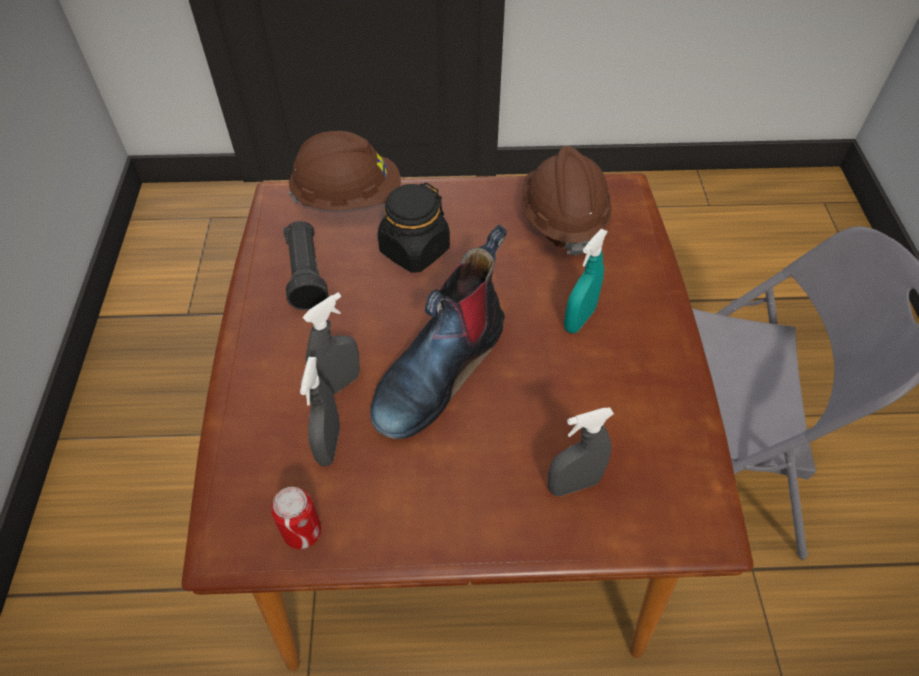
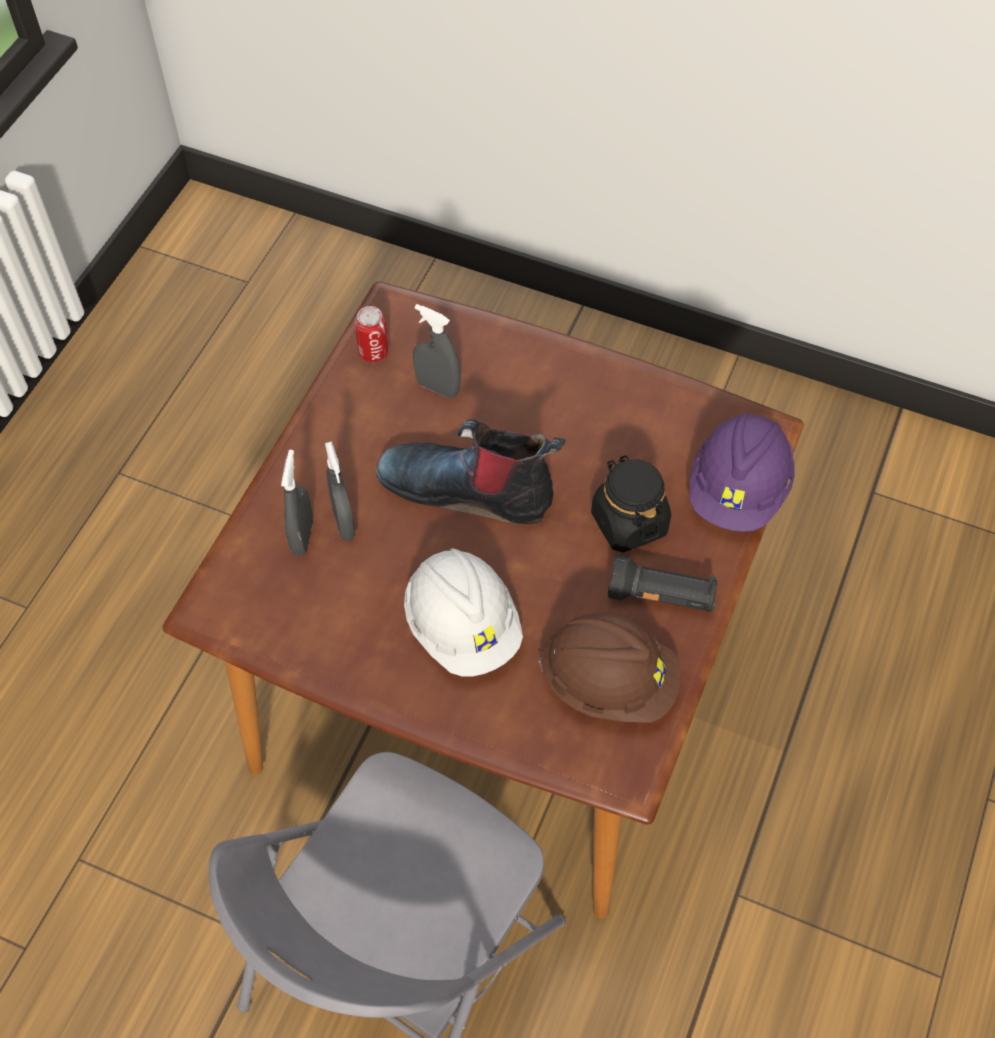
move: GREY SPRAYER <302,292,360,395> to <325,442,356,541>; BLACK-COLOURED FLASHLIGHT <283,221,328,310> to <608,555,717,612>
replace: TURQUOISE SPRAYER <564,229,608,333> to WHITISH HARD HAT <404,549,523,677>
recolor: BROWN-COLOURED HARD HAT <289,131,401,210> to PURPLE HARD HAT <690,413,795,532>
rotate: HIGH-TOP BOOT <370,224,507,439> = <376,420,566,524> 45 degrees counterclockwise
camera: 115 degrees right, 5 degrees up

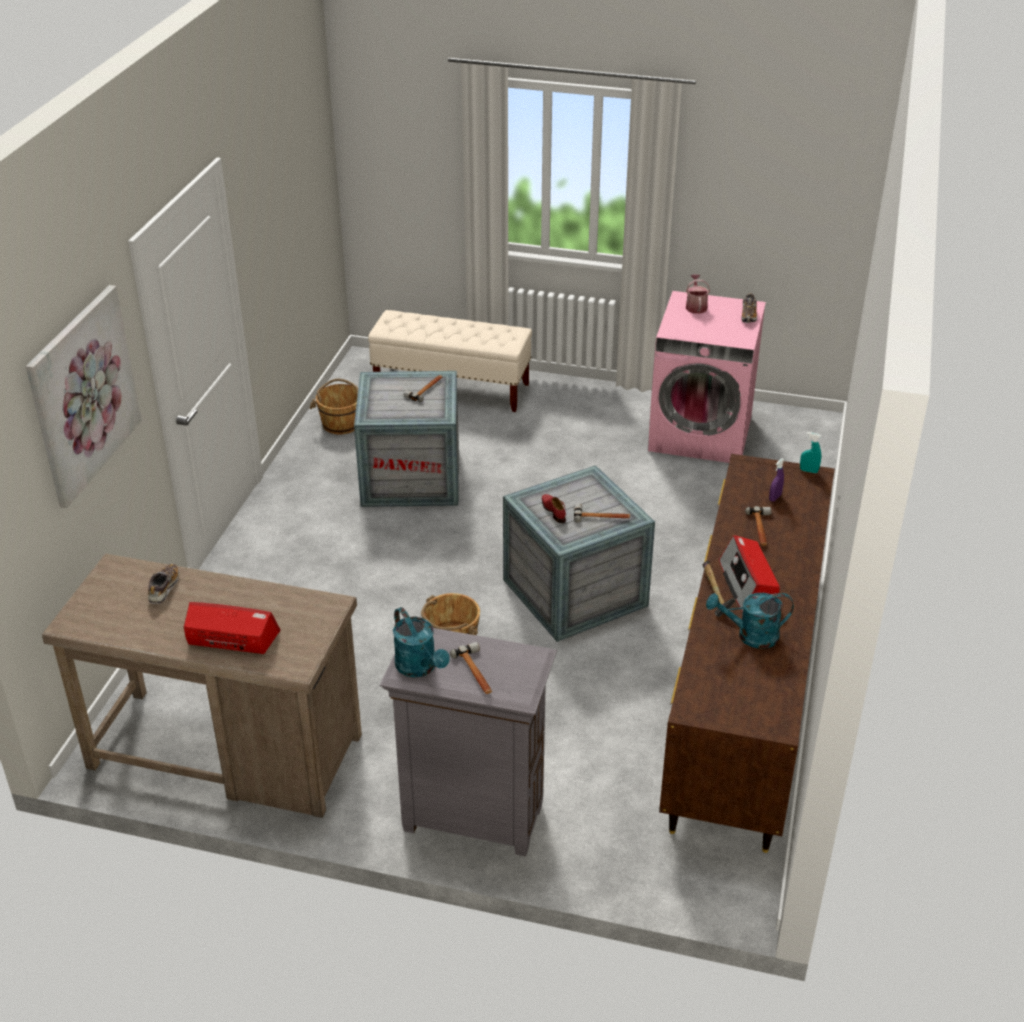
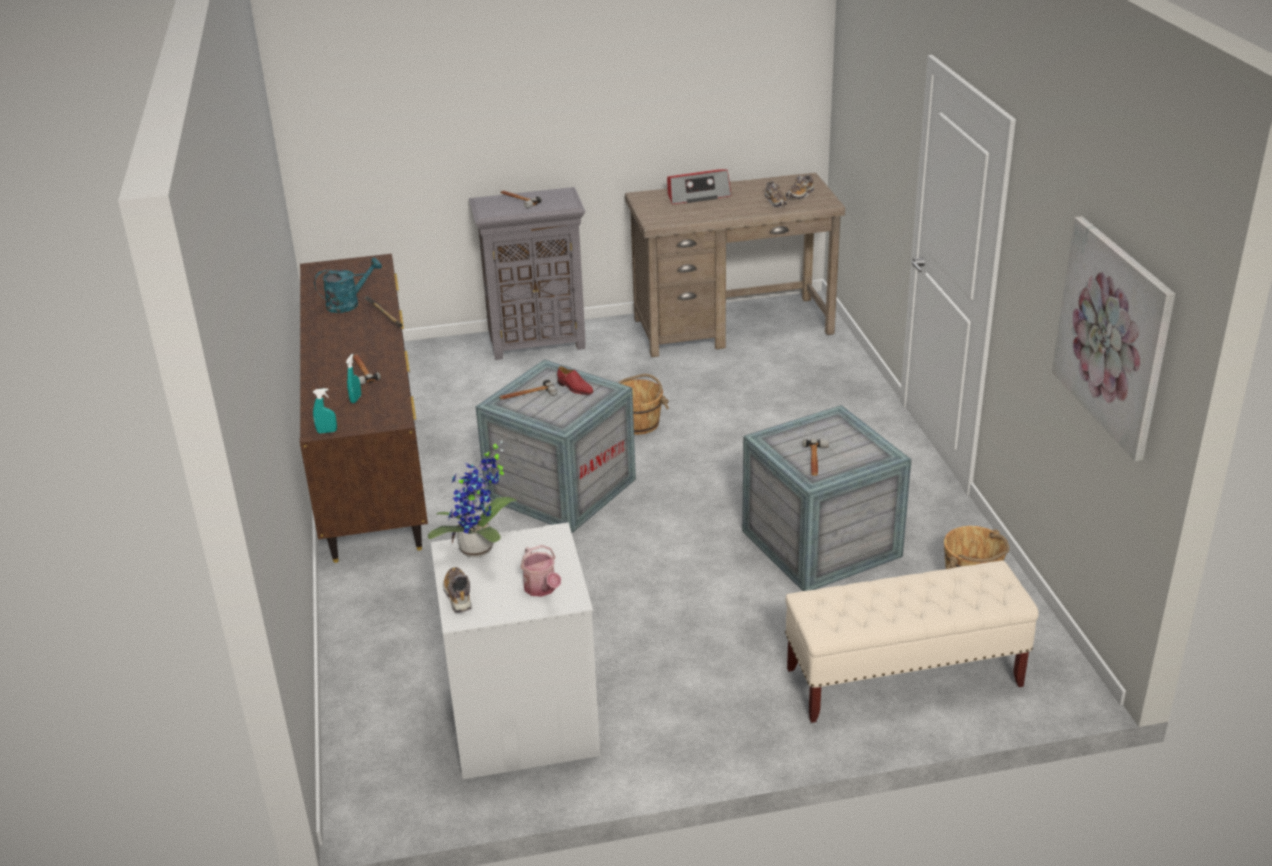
delete: TURQUOISE SPRINKLING CAN <393,607,450,677>; RADIO SET <719,535,780,613>
insert: HOUSEPLANT <428,441,517,557>; ITEM OF FOOTWEAR <786,174,814,199>
move: WALL ART <26,285,142,508> to <1052,216,1175,461>
recolor: PURPLE SPRAYER <769,458,785,502> to TURQUOISE SPRAYER <346,354,361,403>; PINK-COLOURED LAUNDRY MACHINE <648,291,766,463> to WHITISH LAUNDRY MACHINE <431,522,601,779>
camera: 155 degrees right, 5 degrees down

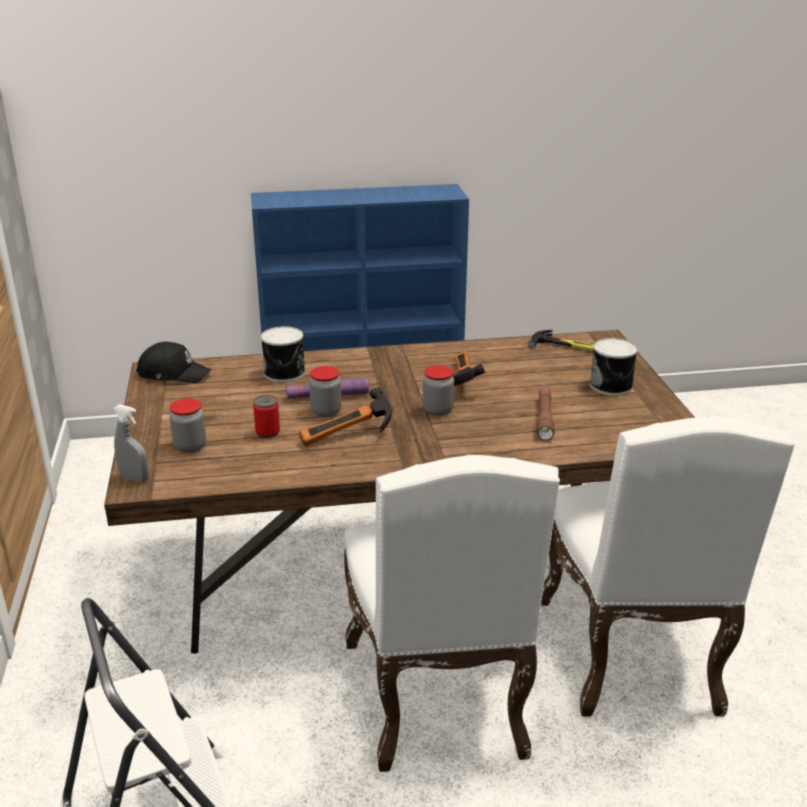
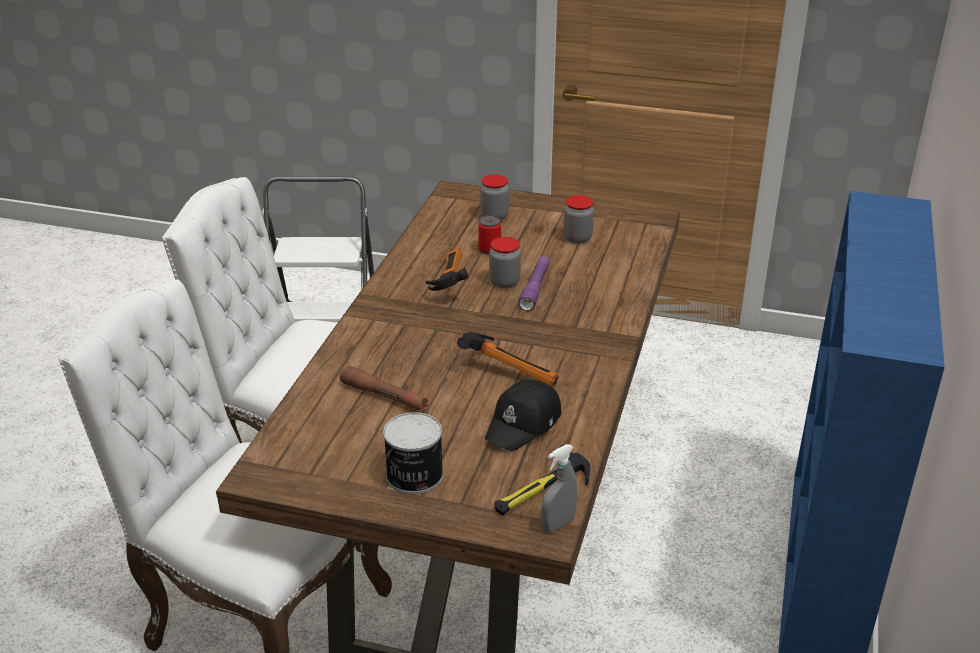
delete: CAN <261,326,305,382>
move: BLACK-COLOURED PEAKED CAP <136,342,212,383> to <484,379,561,451>; GREY SPRAYER <113,404,149,482> to <541,444,577,533>; PRESERVE JAR <423,365,454,416> to <564,195,594,244>
camera: 115 degrees right, 5 degrees up

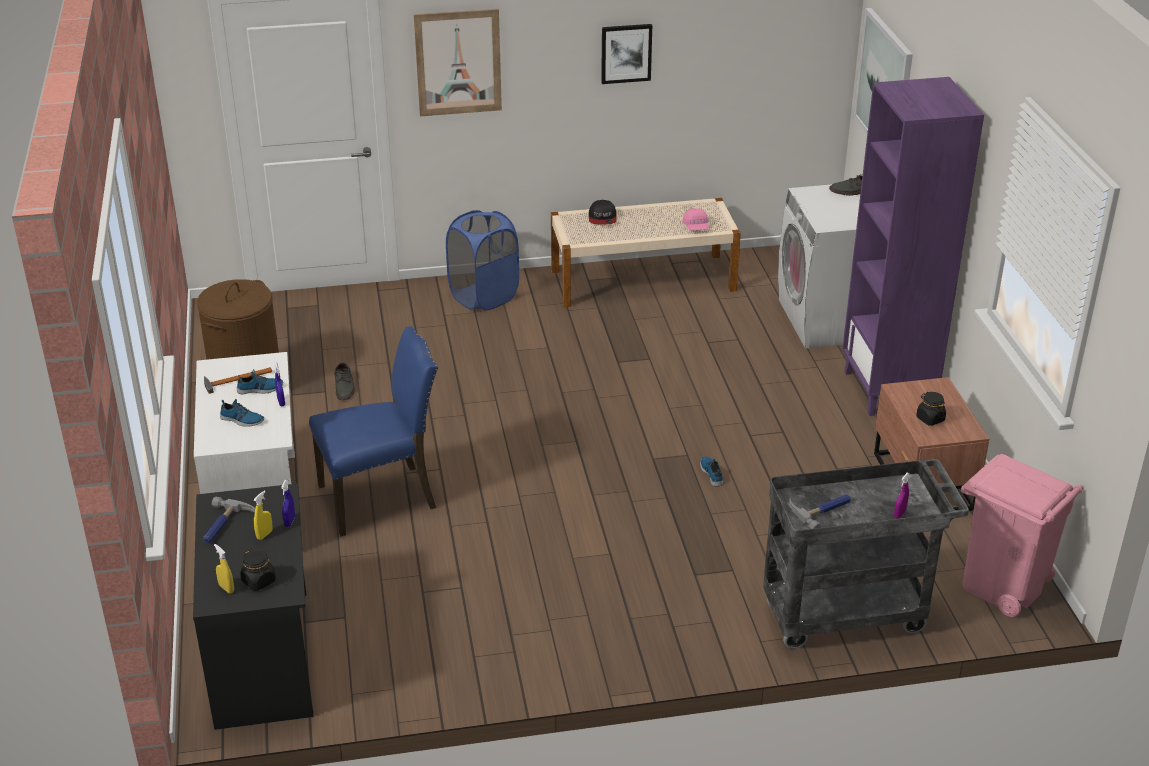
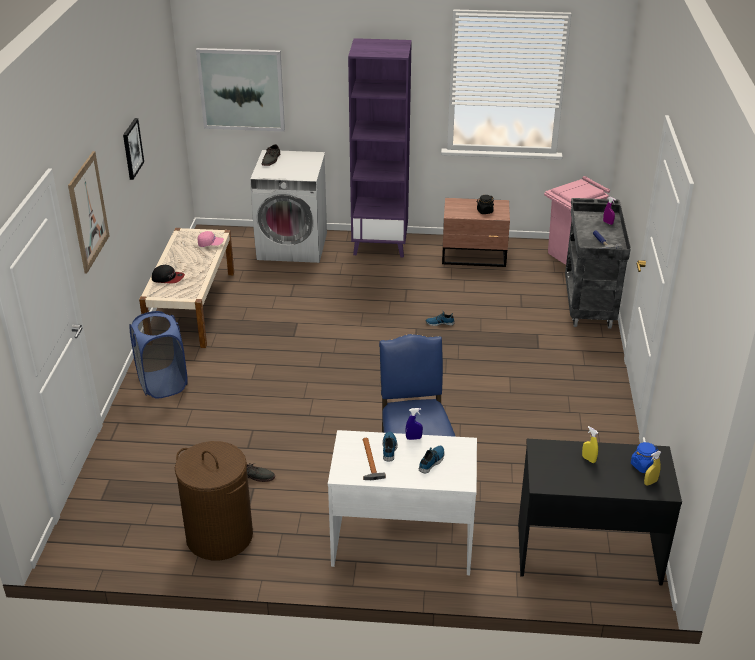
delete: HAND HAMMER <203,497,255,543>; BLUE SPRAYER <281,480,295,527>
recolor: BLACK-COLOURED PRESERVE JAR <240,549,276,591> to BLUE PRESERVE JAR <631,442,658,473>
camera: 75 degrees left, 0 degrees up

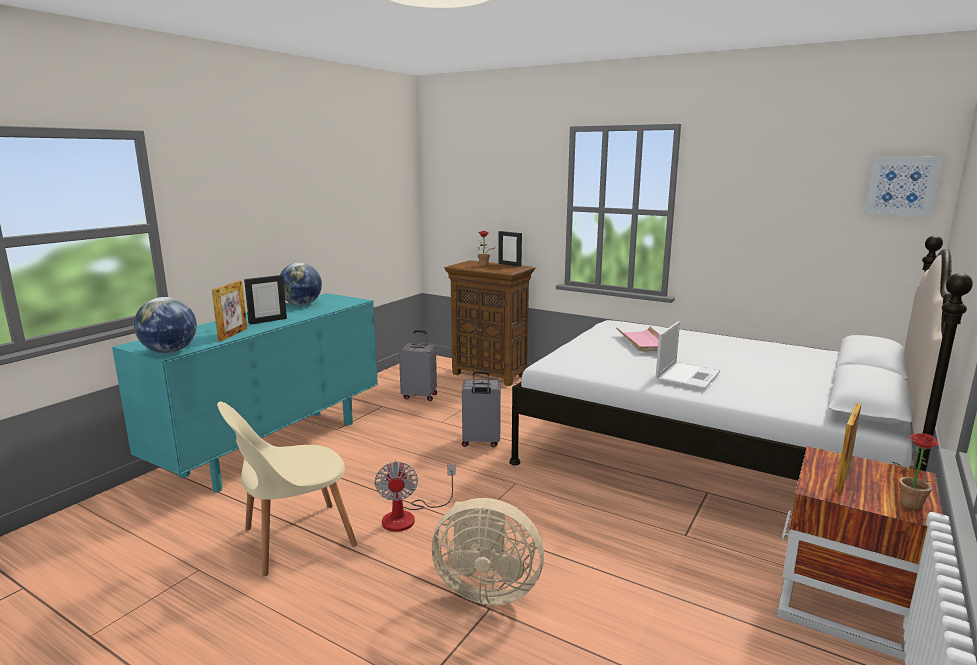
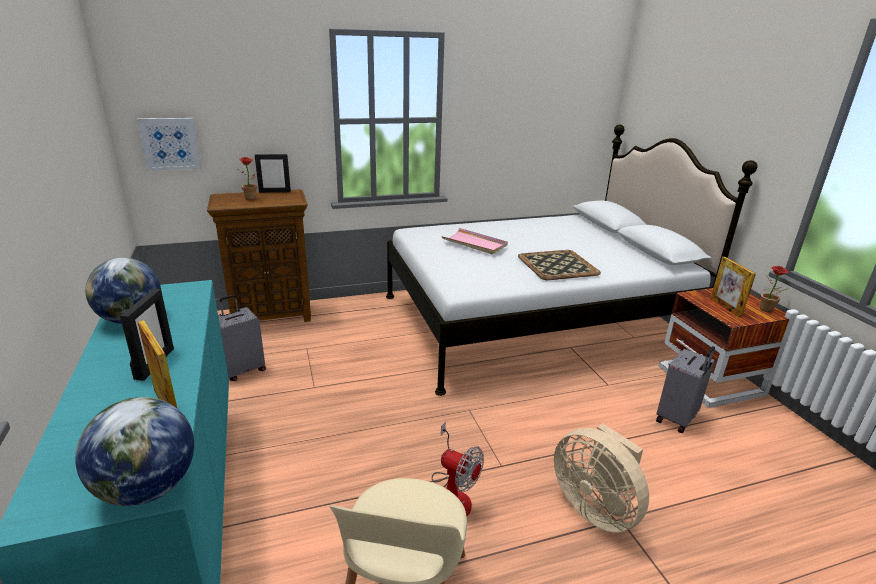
move: WALL ART <864,157,942,217> to <137,118,201,171>; GREY SUITCASE <462,371,501,447> to <656,346,715,433>
replace: LAPTOP <656,321,721,390> to TRAY <518,250,601,280>
rotate: SAND-COLOURED ELECTRIC FAN <432,498,544,605> = <554,423,649,533> 90 degrees clockwise
camera: 50 degrees left, 10 degrees up

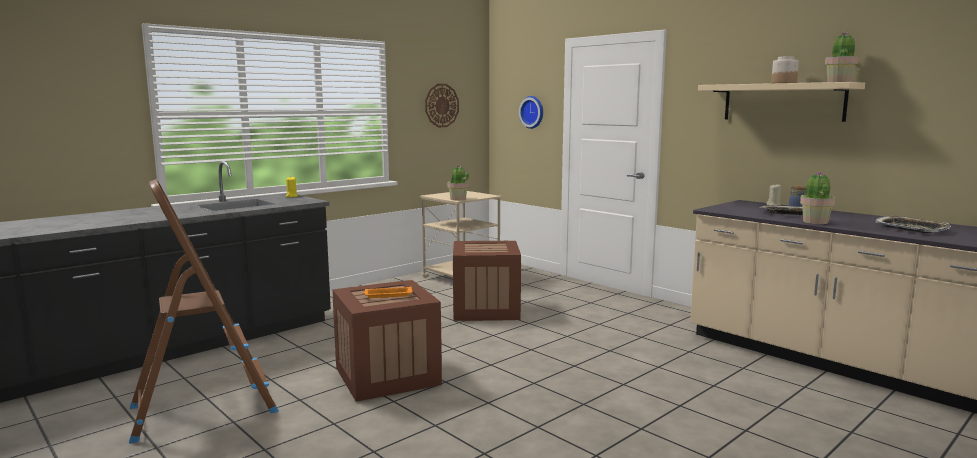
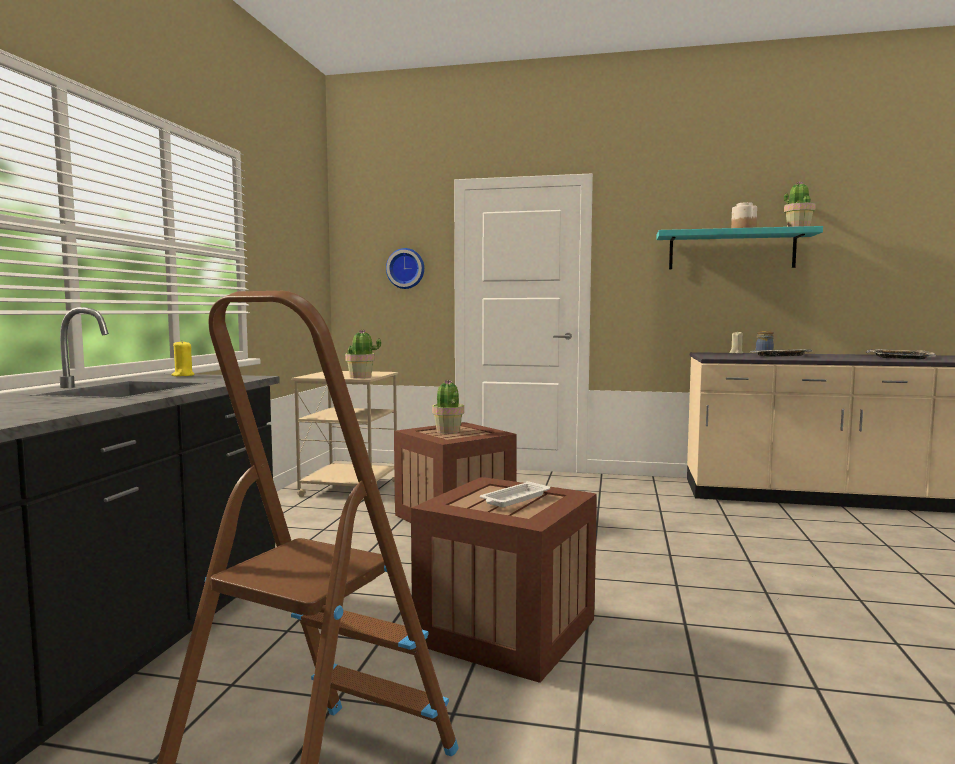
delete: WALL CLOCK <425,84,459,127>
move: HOUSEPLANT <800,171,836,224> to <432,380,464,434>
recolor: ORANGEY TRAY <363,286,413,298> to WHITISH TRAY <480,481,550,507>; SAND-COLOURED SHELF <698,82,865,122> to TURQUOISE SHELF <656,226,823,269>
camera: 35 degrees left, 5 degrees down

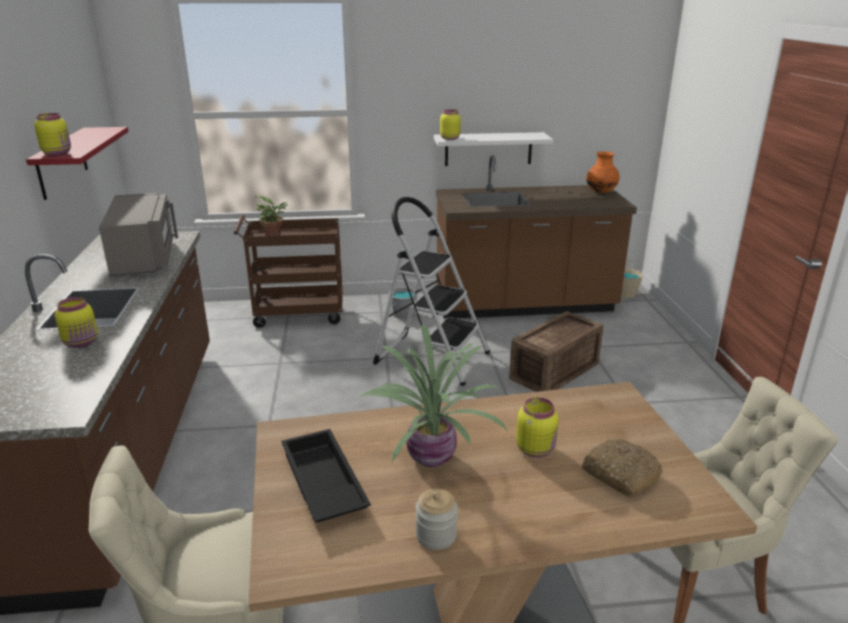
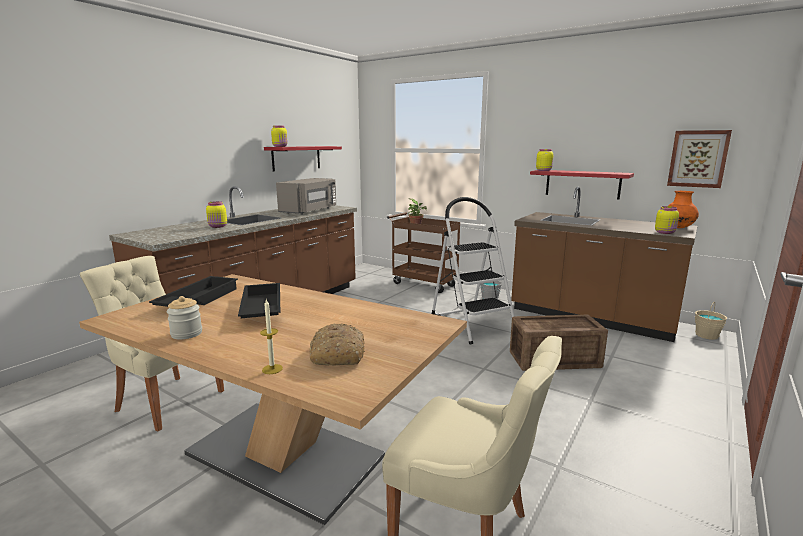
insert: WAX CANDLE <260,300,283,374>; WALL ART <667,130,732,188>
move: YELLOW PRESERVE JAR <516,397,559,458> to <655,206,679,234>
replace: HOUSEPLANT <359,324,508,467> to BLACK-COLOURED TRAY <238,283,280,318>
recolor: WHITISH SHELF <434,132,554,166> to RED-COLOURED SHELF <530,170,634,199>
camera: 40 degrees right, 10 degrees down

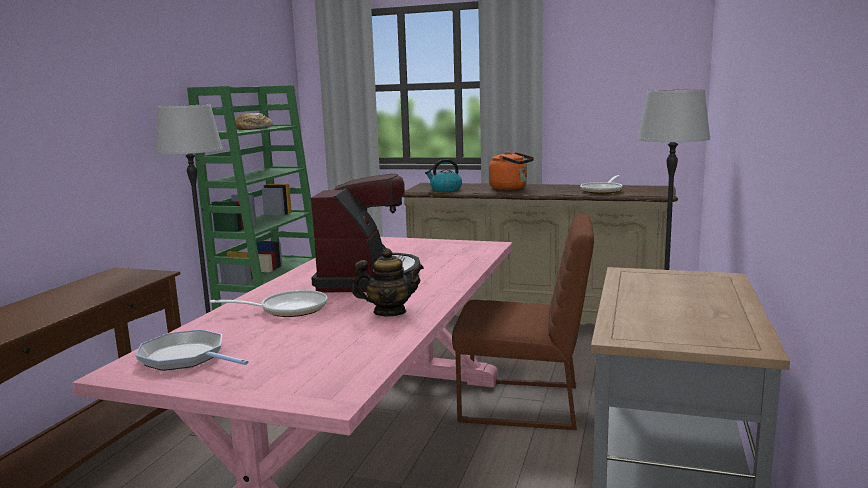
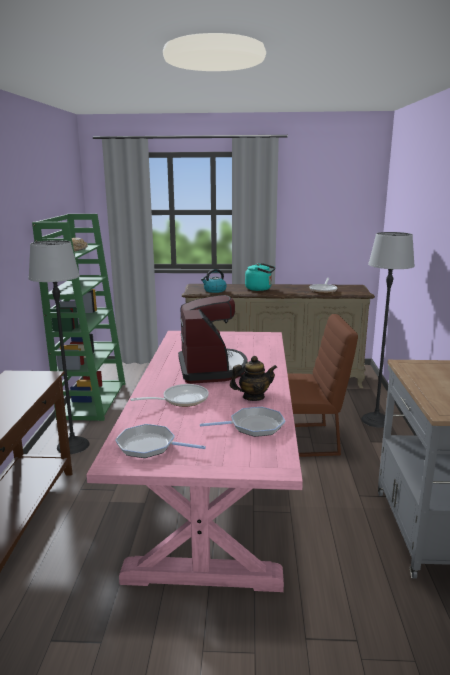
insert: PAN <200,407,285,437>
recolor: ORANGEY TEA KETTLE <489,151,534,190> to TURQUOISE TEA KETTLE <245,263,275,291>
camera: 15 degrees left, 5 degrees up

